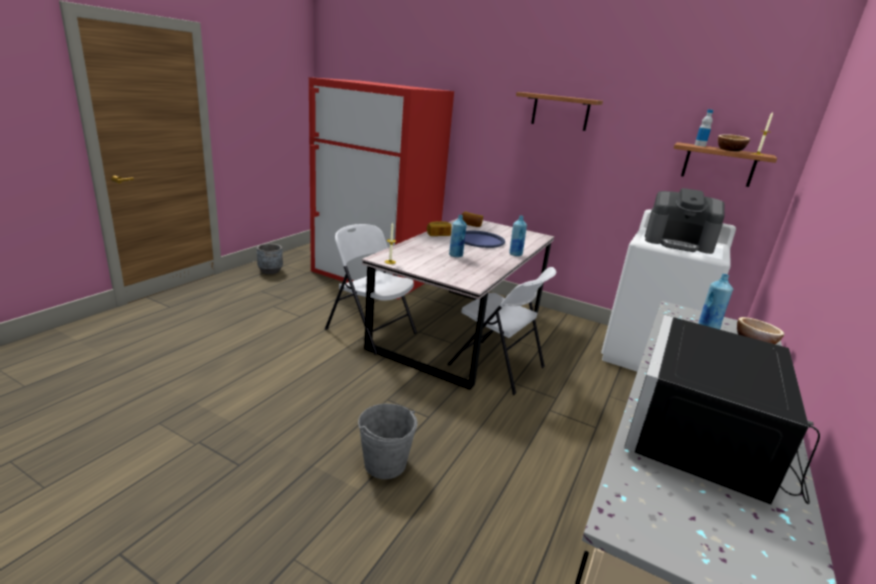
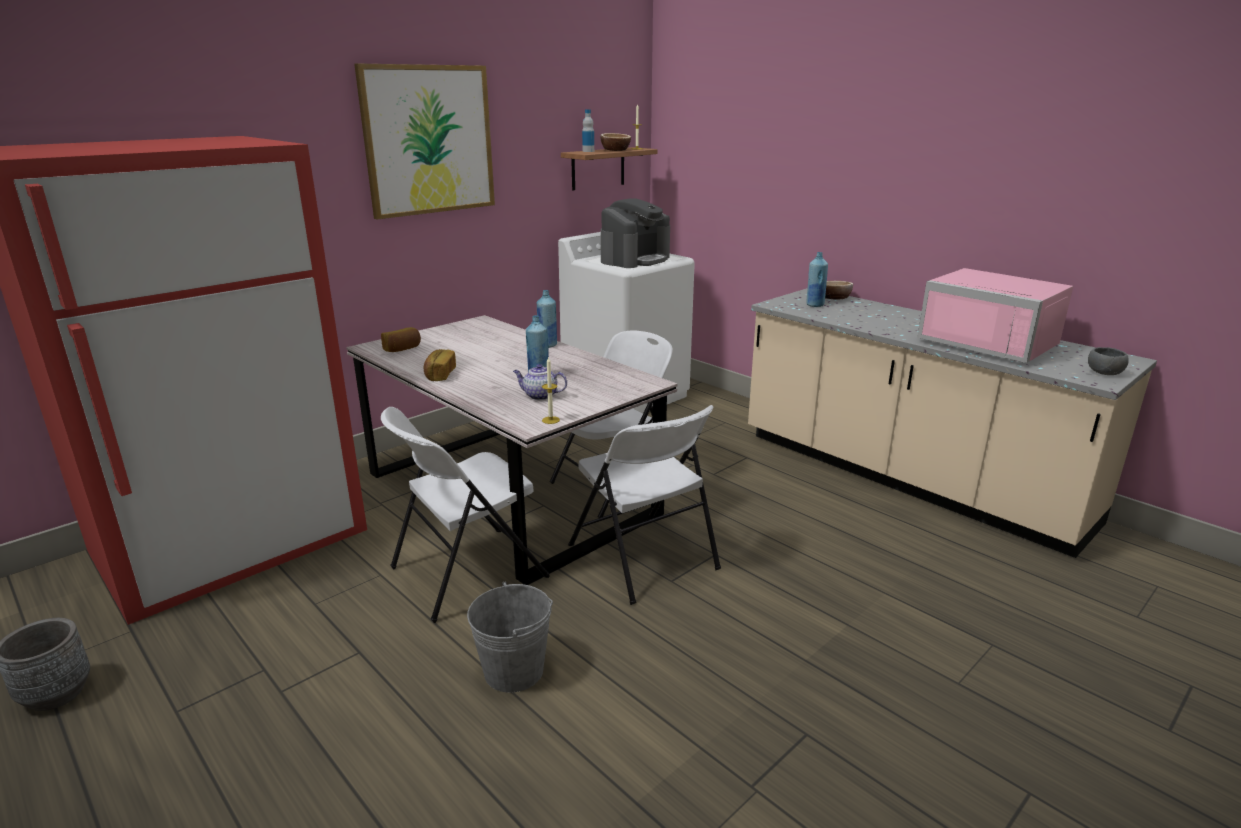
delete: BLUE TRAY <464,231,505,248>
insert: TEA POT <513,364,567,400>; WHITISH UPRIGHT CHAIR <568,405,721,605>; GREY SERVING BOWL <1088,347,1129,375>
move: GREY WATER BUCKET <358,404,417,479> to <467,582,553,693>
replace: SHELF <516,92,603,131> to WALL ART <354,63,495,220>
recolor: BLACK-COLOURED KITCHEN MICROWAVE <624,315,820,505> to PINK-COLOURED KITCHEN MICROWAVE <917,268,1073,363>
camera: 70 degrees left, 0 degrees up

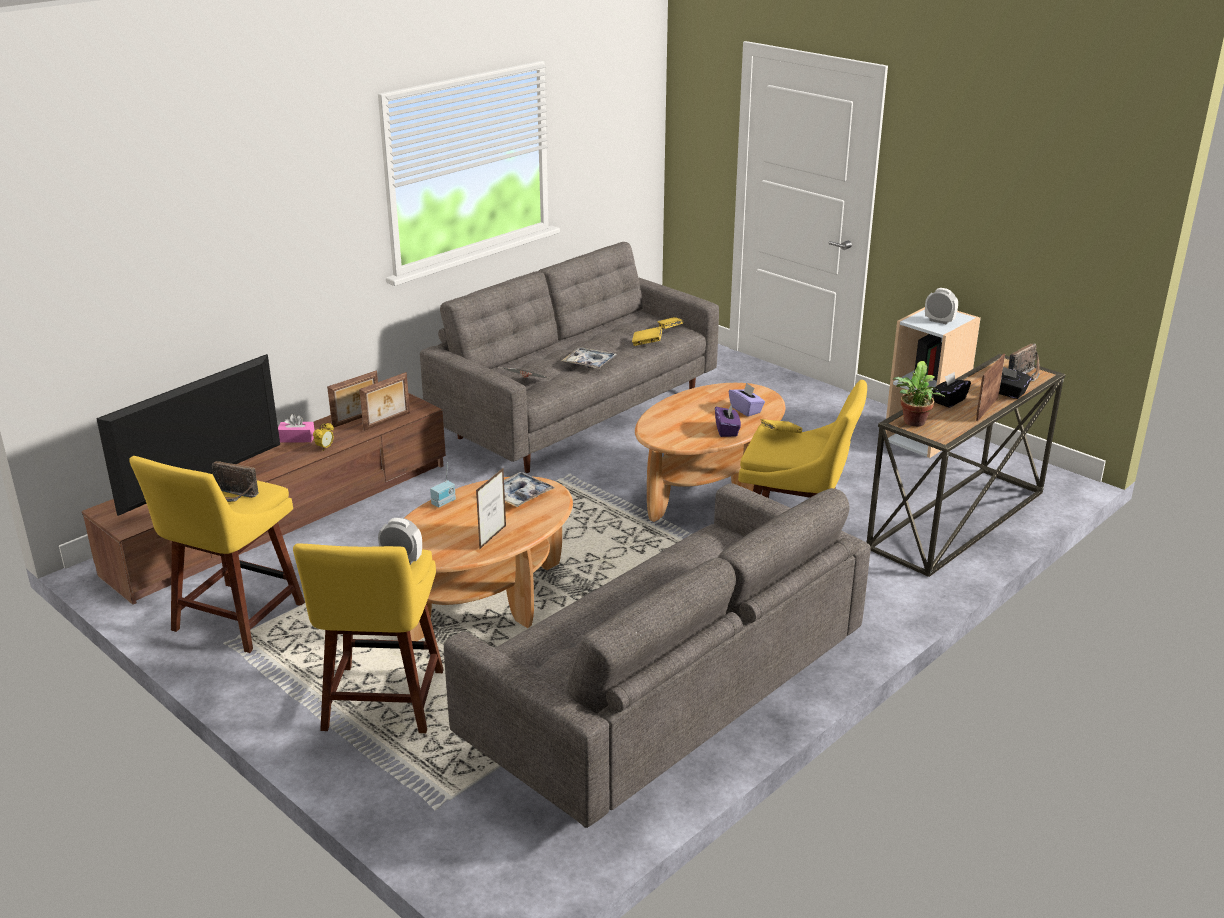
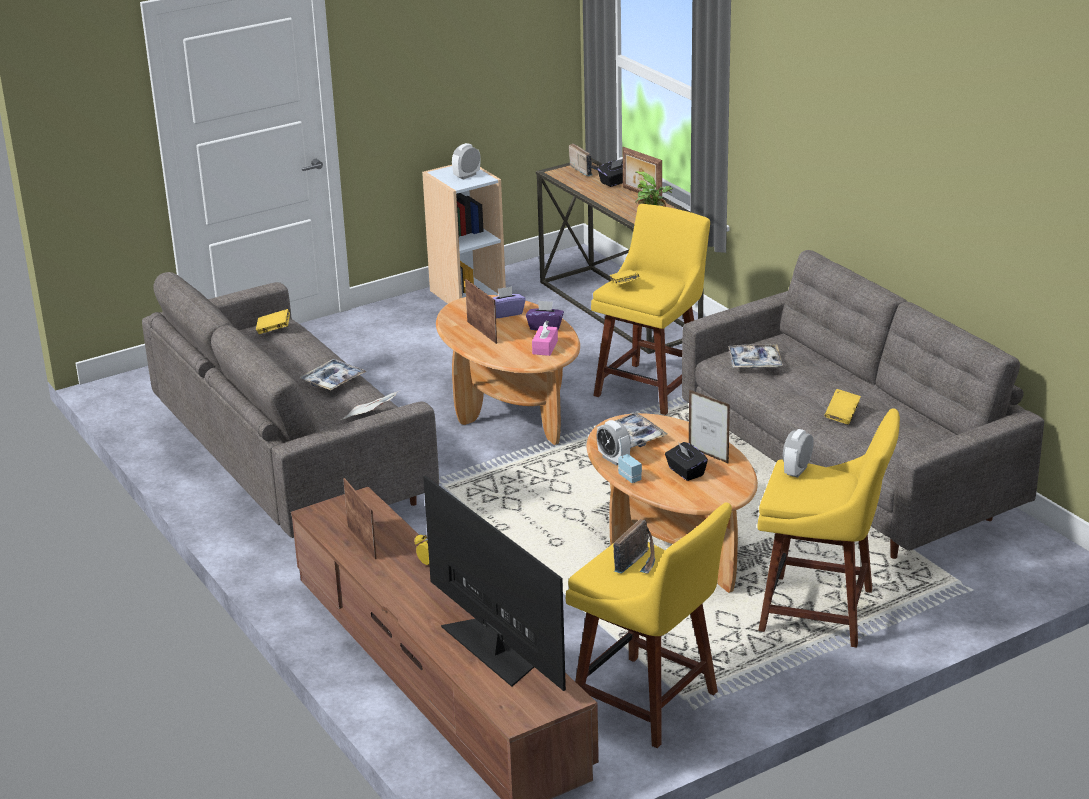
insert: BEDSIDE CLOCK <597,420,631,466>; TRAY <728,344,783,367>
move: PHOTO FRAME <359,372,410,431> to <465,279,497,344>; PINK-COLOURED BOX OF TISSUES <278,414,315,443> to <532,320,558,356>; BLACK-COLOURED BOX OF TISSUES <932,372,971,408> to <665,442,708,481>; YELLOW VOLUME <632,327,662,346> to <825,389,861,424>
camera: 75 degrees left, 0 degrees up

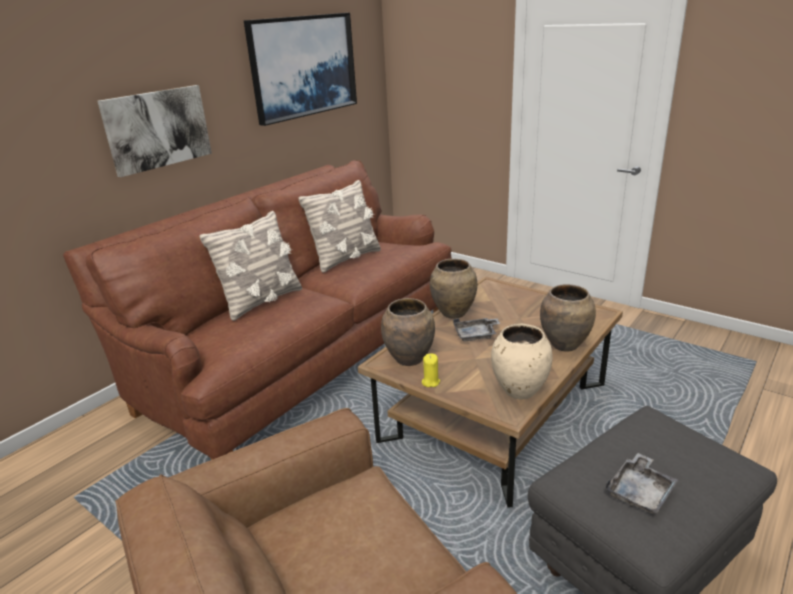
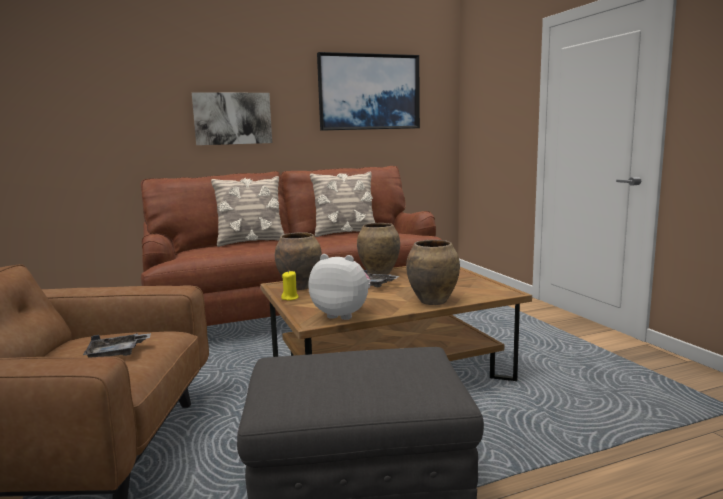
move: GREY TRAY <606,453,678,514> to <83,333,151,358>
replace: SAND-COLOURED VASE <491,324,553,400> to SOFT TOY <308,254,371,320>
camera: 30 degrees right, 15 degrees down

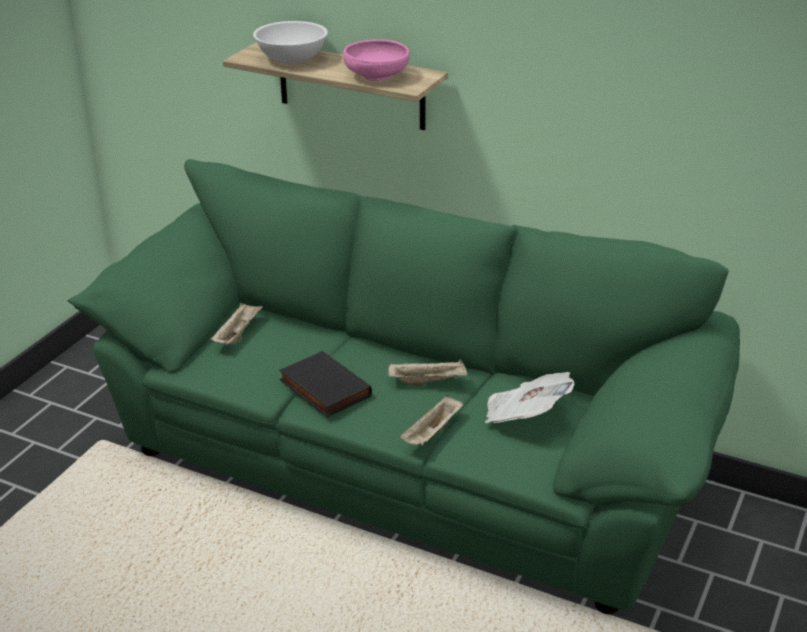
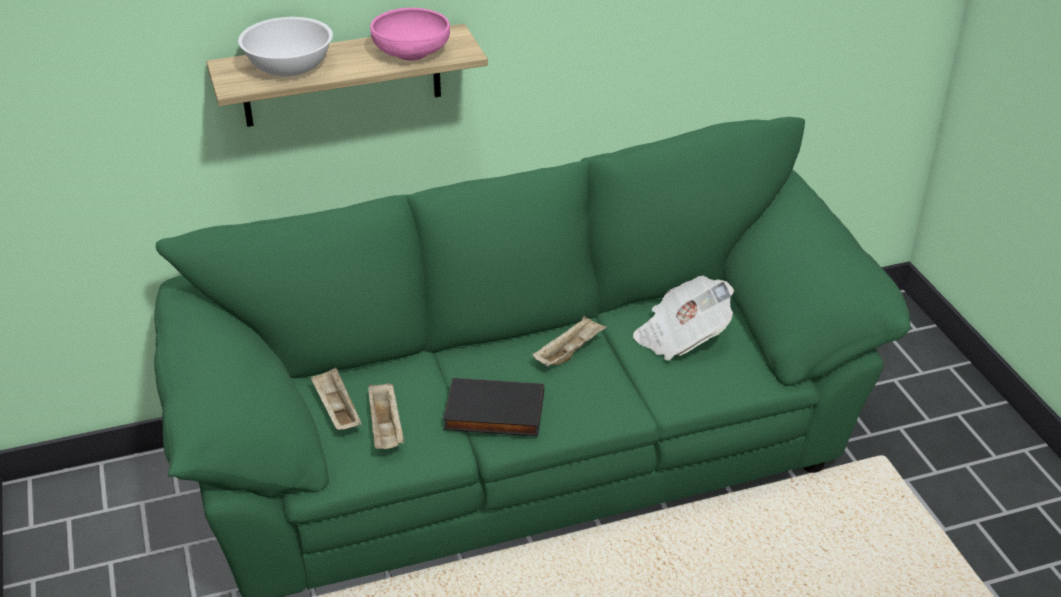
move: SAND-COLOURED TRAY <400,395,463,446> to <368,383,404,449>
camera: 45 degrees left, 5 degrees up

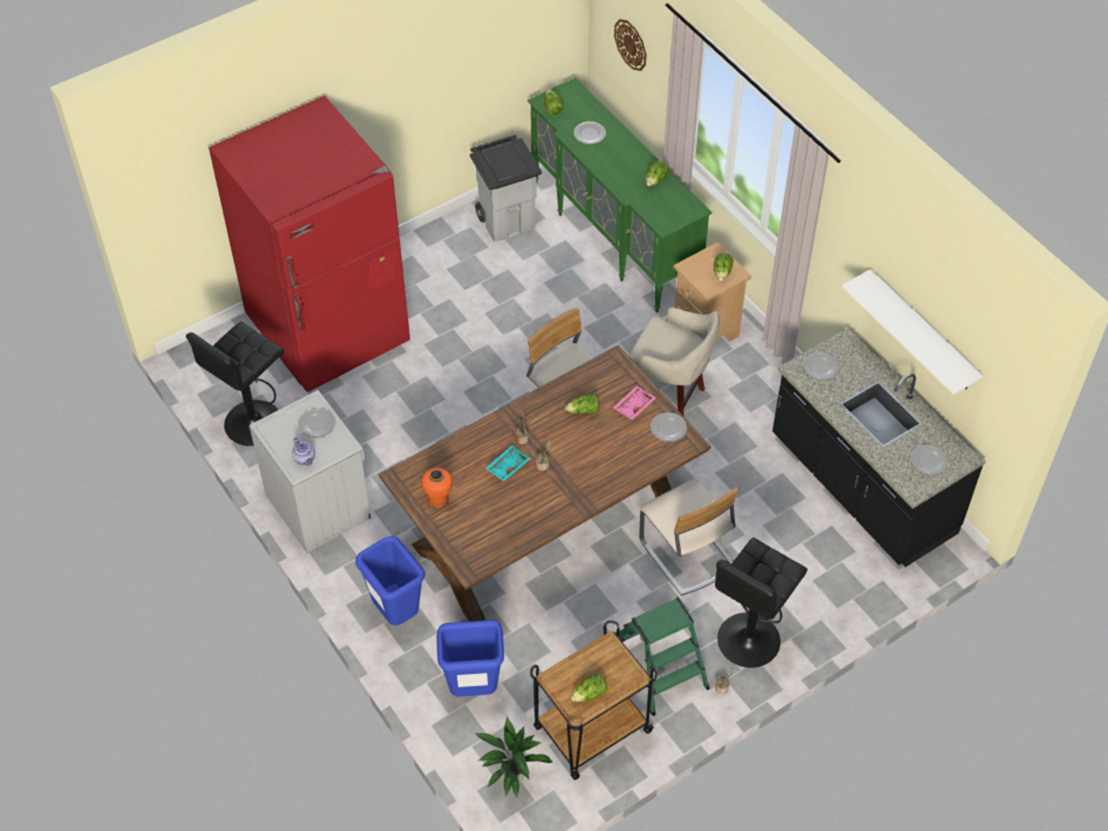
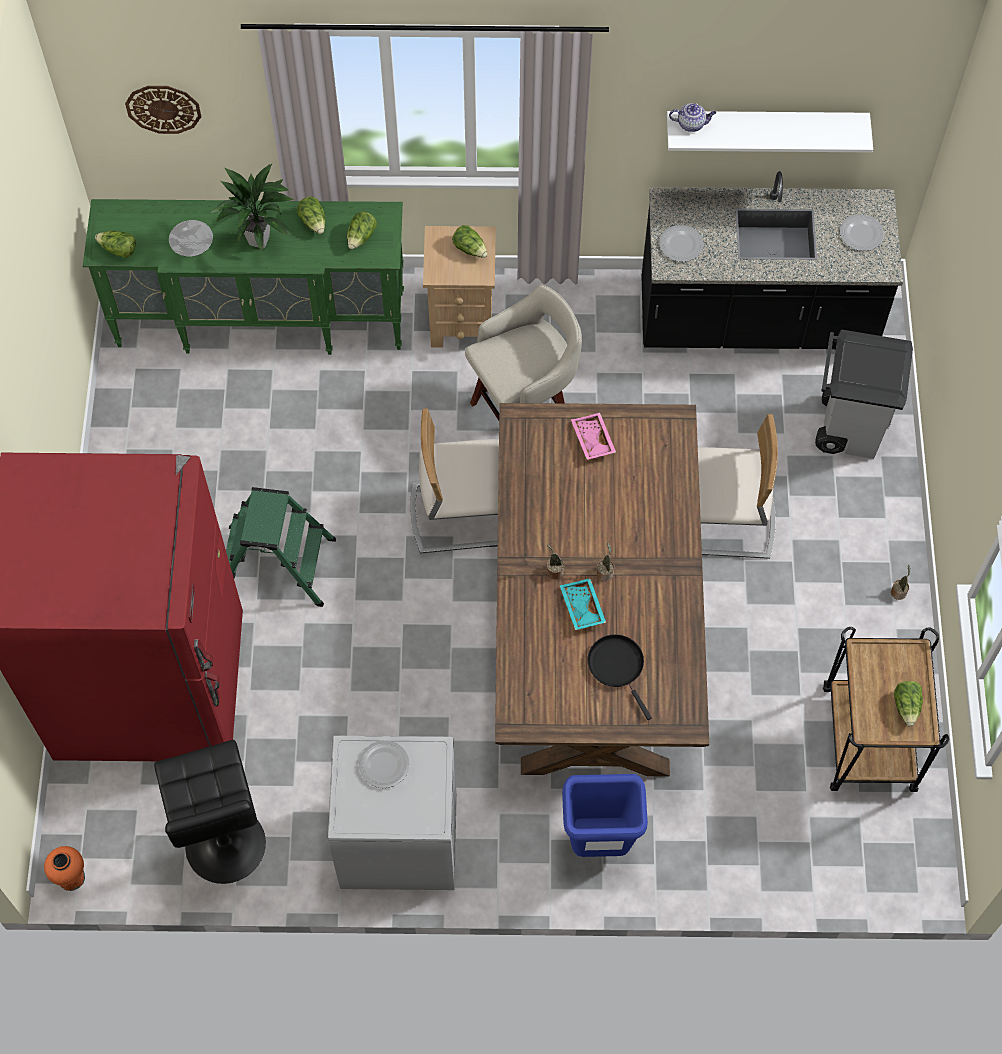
delete: BLUE TRASH CAN <437,620,504,697>; FLAT DISH <650,412,687,442>; BLACK-COLOURED STOOL <715,537,807,668>
insert: BLACK-COLOURED PAN <587,634,652,720>
move: ORANGEY VASE <421,468,453,509> to <44,846,85,891>; HOUSEPLANT <474,716,553,798> to <211,164,294,251>; GREENISH STEP LADDER <615,597,710,716> to <226,487,336,607>; HEAD OF LETTUCE <565,394,599,414> to <347,212,377,249>; TEA POT <292,437,315,466> to <669,103,716,132>; GREY TRASH CAN <470,135,542,241> to <815,329,913,459>
camera: 55 degrees left, 10 degrees up

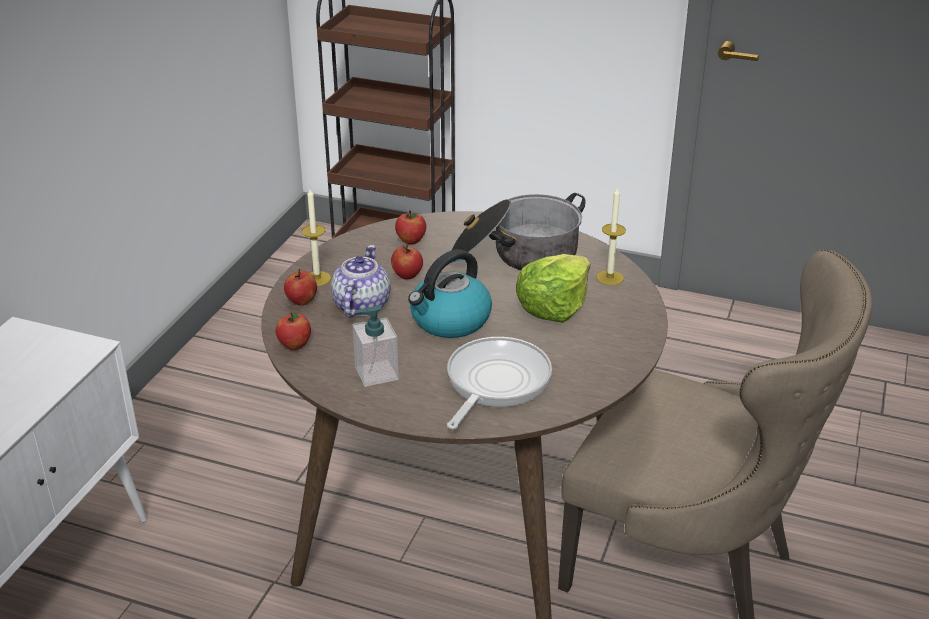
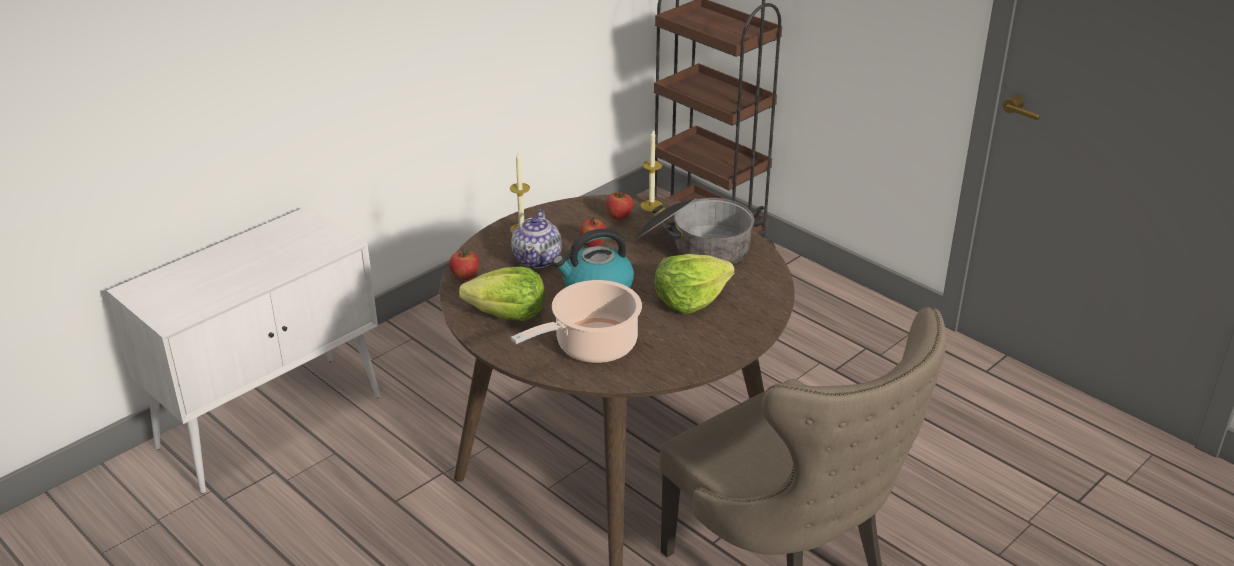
delete: APPLE FRUIT <284,269,317,306>
move: WAX CANDLE <596,186,626,285> to <640,130,663,212>
replace: LIQUID SOAP BOTTLE <352,305,399,387> to HEAD OF LETTUCE <459,267,545,321>; PAN <447,337,552,429> to COOKING POT <511,280,642,363>
rotate: TEA POT <331,245,390,318> = <511,210,562,268> 150 degrees clockwise
camera: 25 degrees right, 0 degrees up

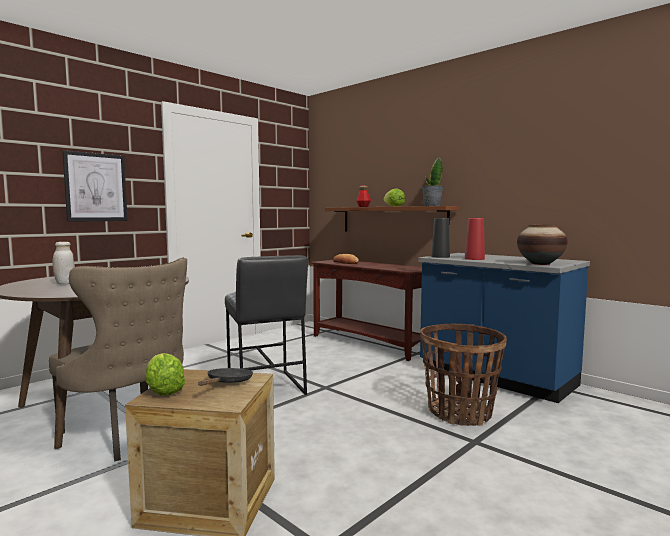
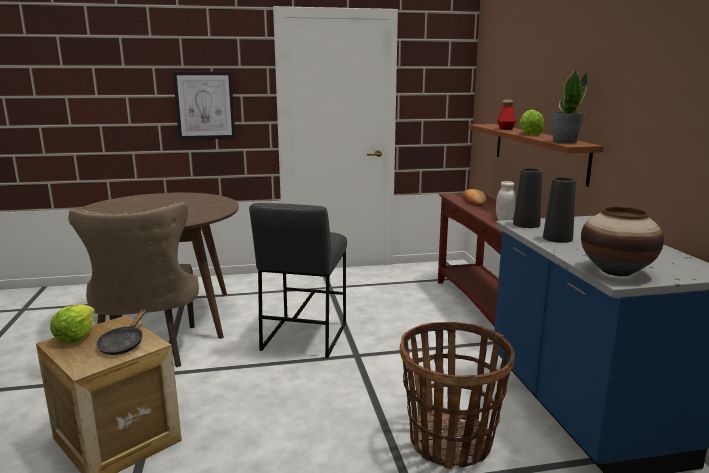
move: WHITISH PRESERVE JAR <53,242,75,284> to <496,181,515,220>
recolor: RED-COLOURED VASE <465,218,485,260> to BLACK-COLOURED VASE <543,177,576,243>
rotate: BLACK-COLOURED PAN <198,368,253,386> = <96,309,146,355> 135 degrees clockwise
camera: 35 degrees right, 10 degrees up

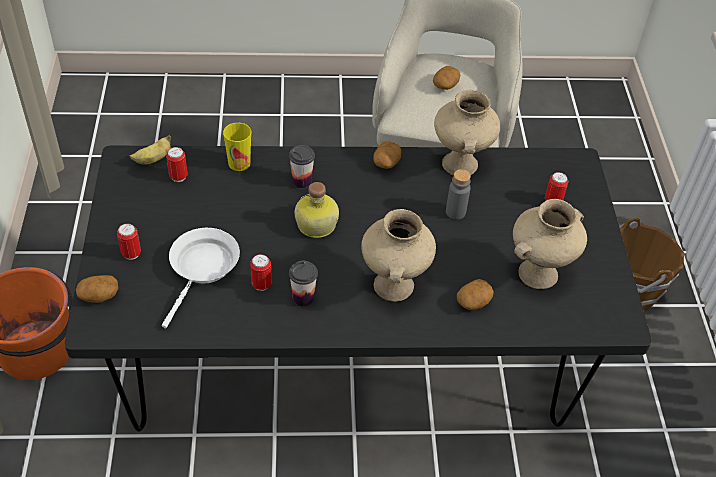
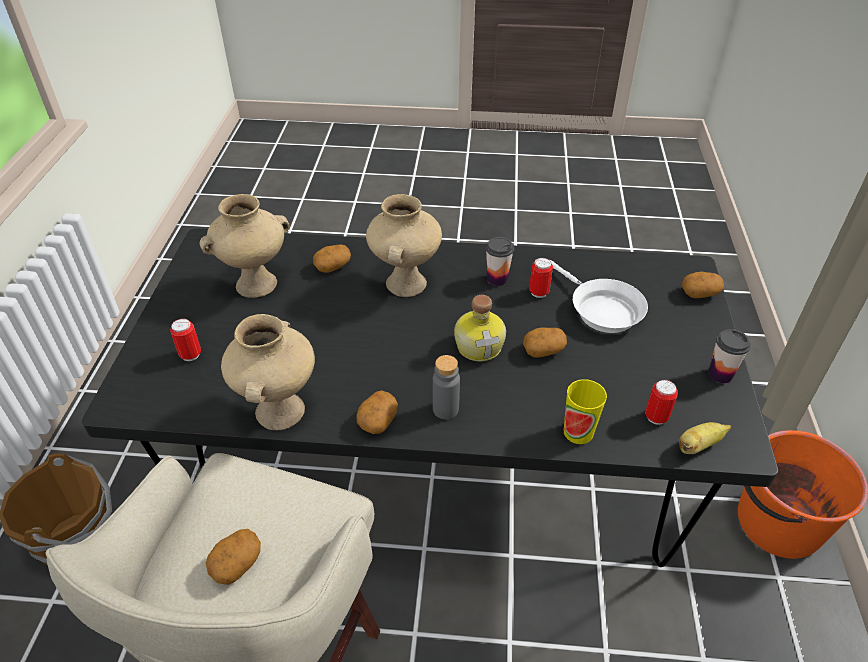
delete: CAN <117,223,141,260>
insert: POTATO <523,327,567,358>
move: GREY BEVERAGE BOTTLE <446,169,471,220> to <433,355,460,419>; CUP <289,145,315,188> to <708,329,751,383>
rotate: WHITISH PAN <162,228,240,329> = <550,260,648,333> 60 degrees counterclockwise
camera: 170 degrees left, 5 degrees down

